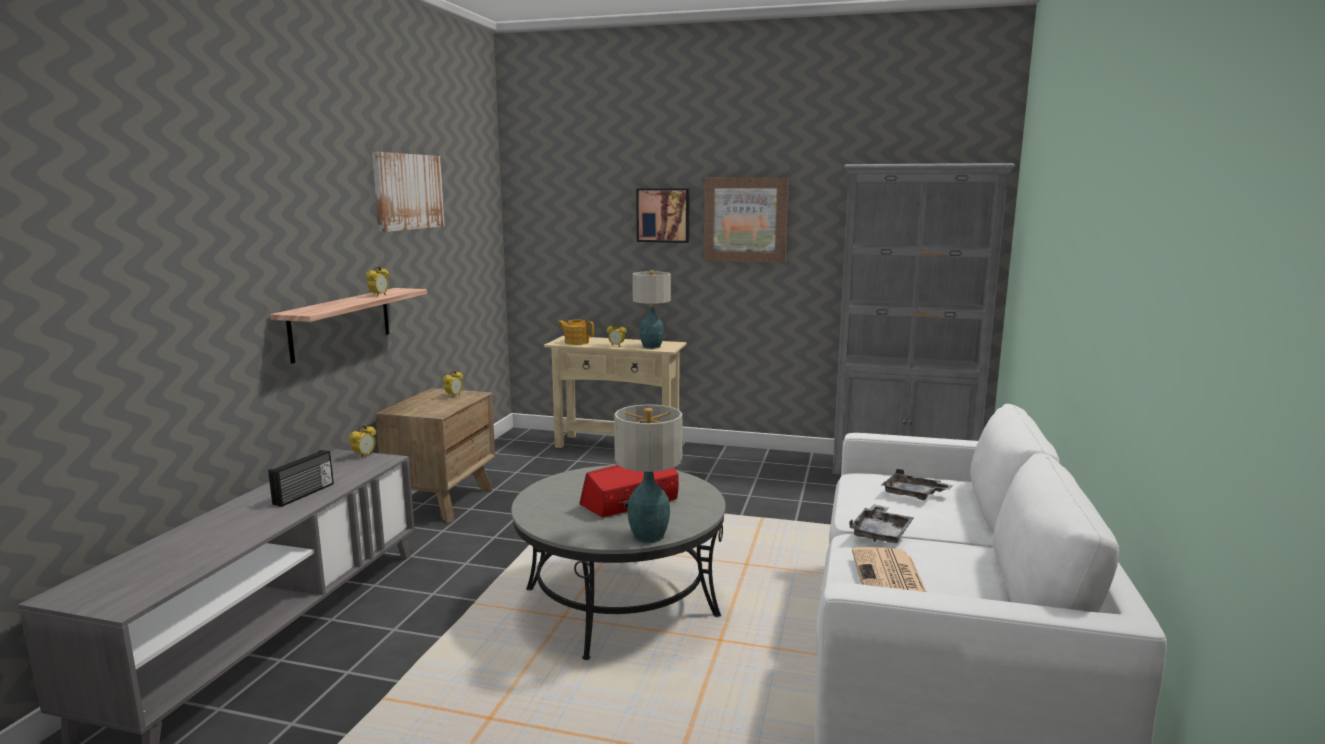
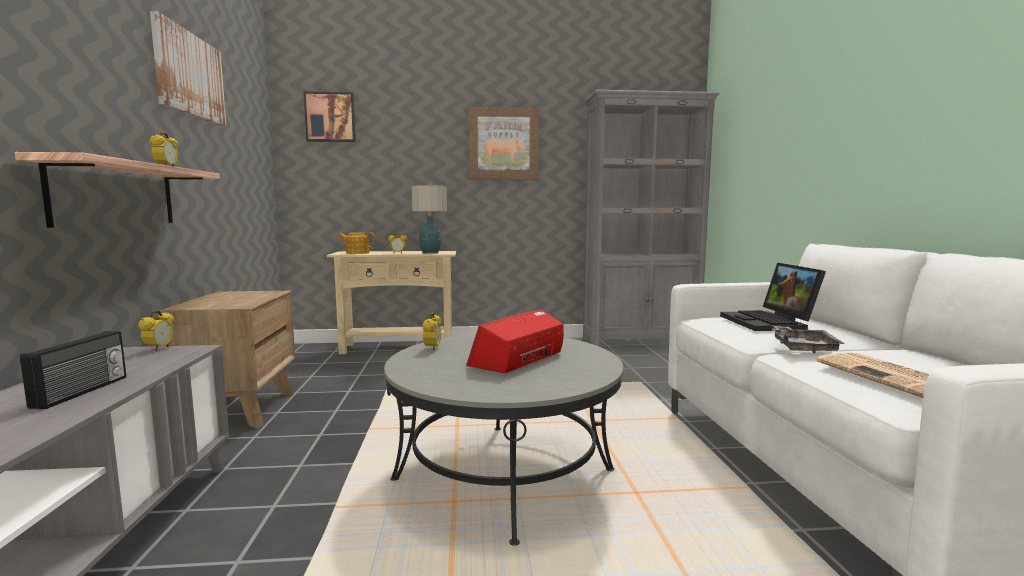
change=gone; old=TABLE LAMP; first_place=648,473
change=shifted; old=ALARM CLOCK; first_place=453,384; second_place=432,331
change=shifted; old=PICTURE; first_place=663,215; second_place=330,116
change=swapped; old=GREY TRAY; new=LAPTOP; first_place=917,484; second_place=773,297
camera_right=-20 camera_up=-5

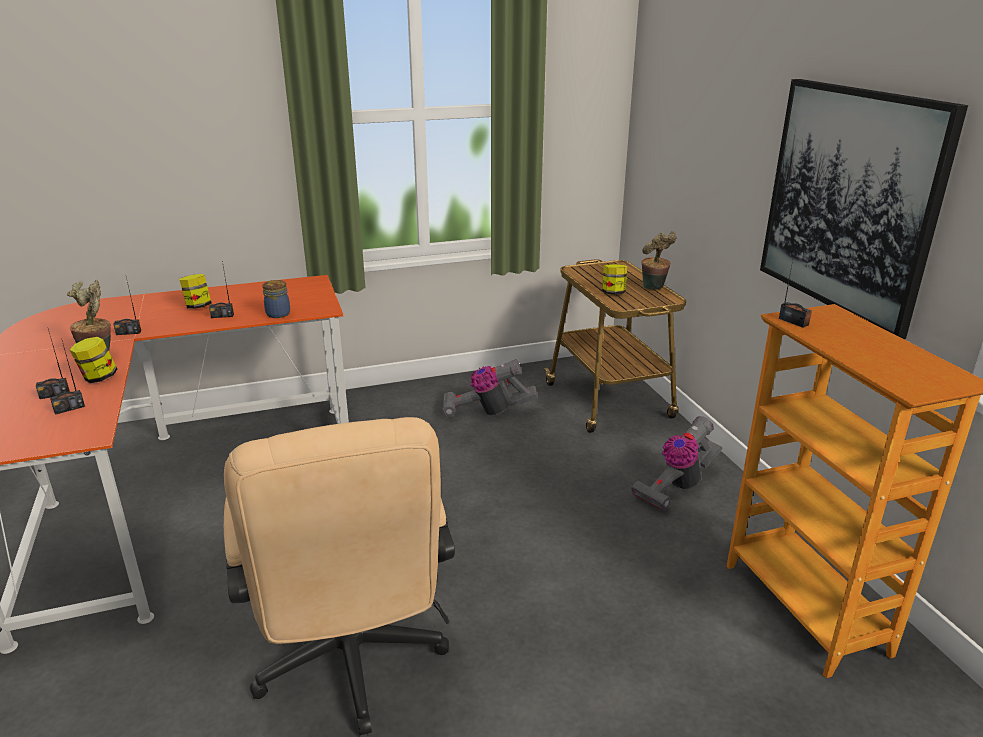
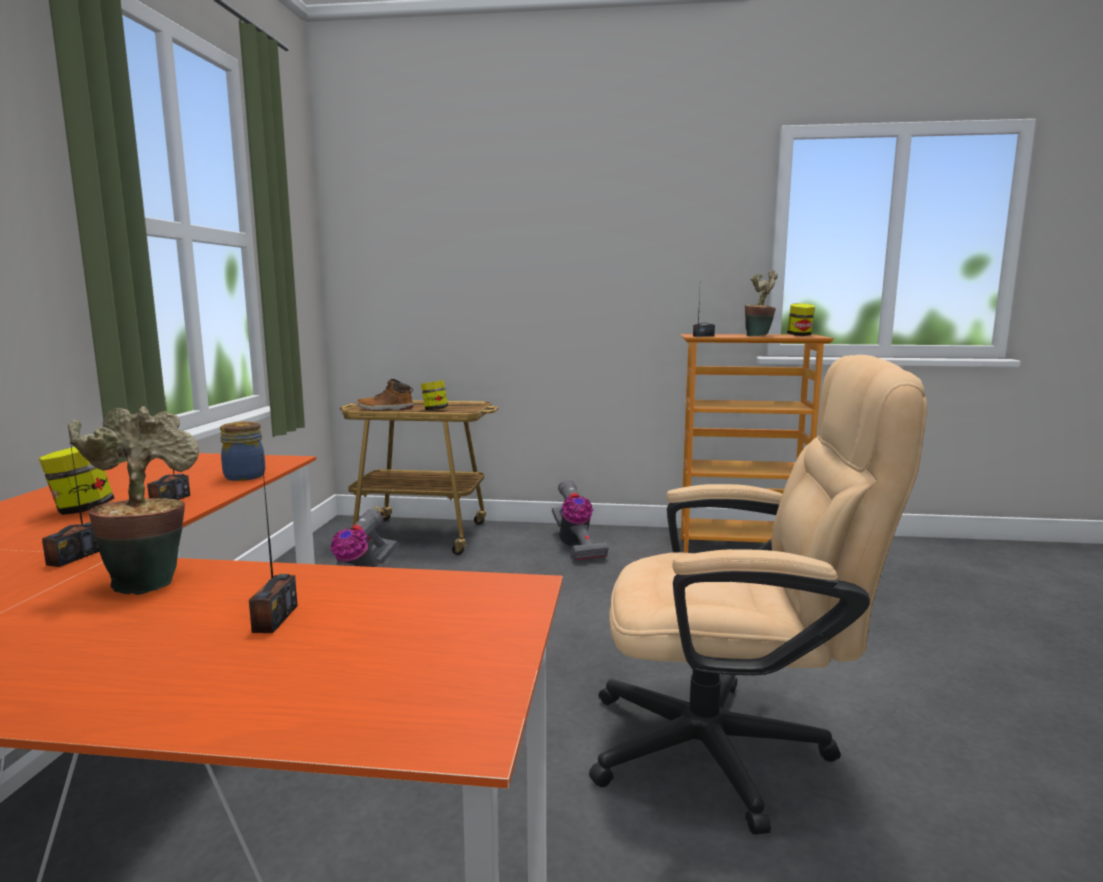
change=gone; old=RADIO; first_place=67,376
change=gone; old=PICTURE; first_place=864,209
change=new; new=BOOT; second_place=385,395
change=shifted; old=JAR; first_place=93,360; second_place=801,319
change=shifted; old=POTTED PLANT; first_place=659,260; second_place=761,303
camera_right=-65 camera_up=-15

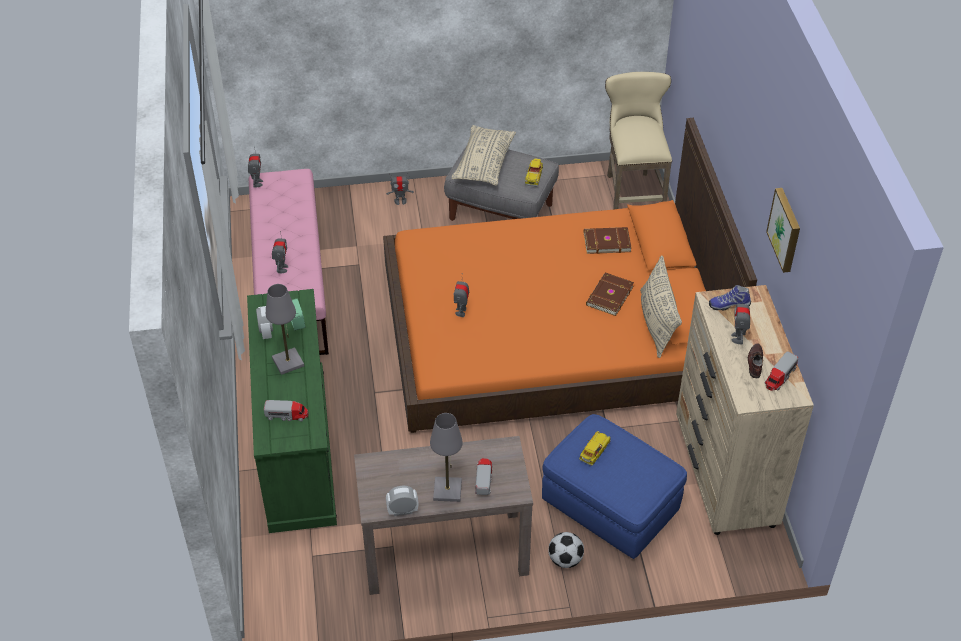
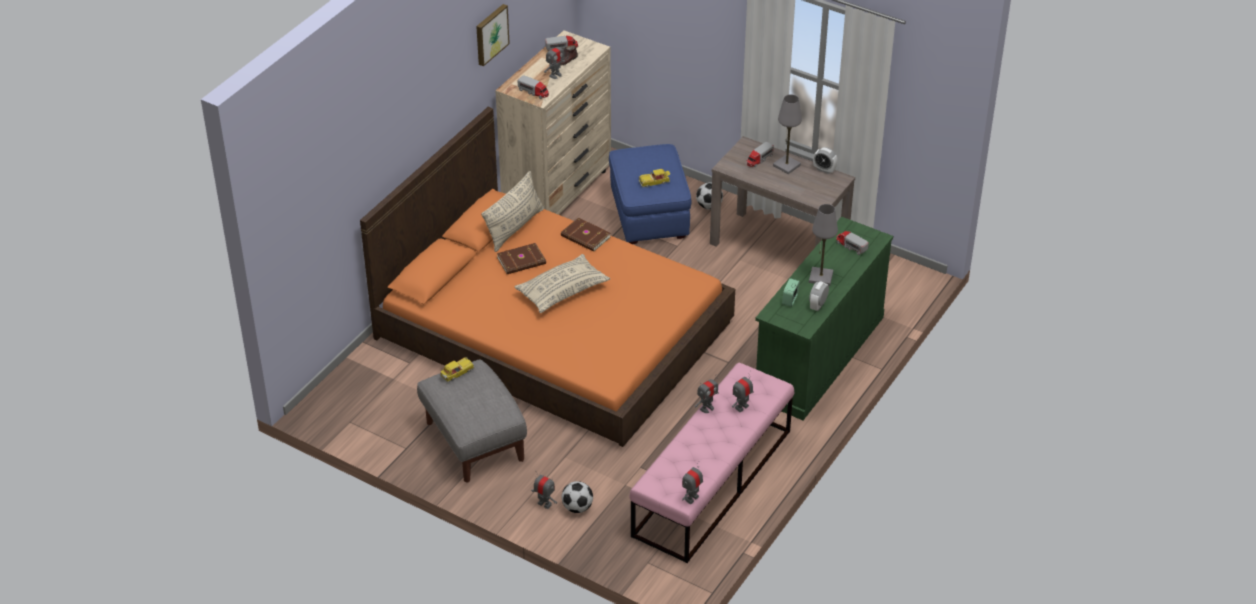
change=gone; old=BEIGE STOOL; first_place=638,141
change=new; new=FOOTBALL; second_place=577,497
change=shifted; old=BEIGE PILLOW; first_place=484,155; second_place=562,283
change=shifted; old=TOY ROBOT; first_place=461,295; second_place=707,393
change=shifted; old=BROWN BOOK; first_place=607,240; second_place=586,234
change=swapped; old=SHOE; new=TOY TRUCK; first_place=730,297; second_place=533,87
camera_right=-140 camera_up=-5

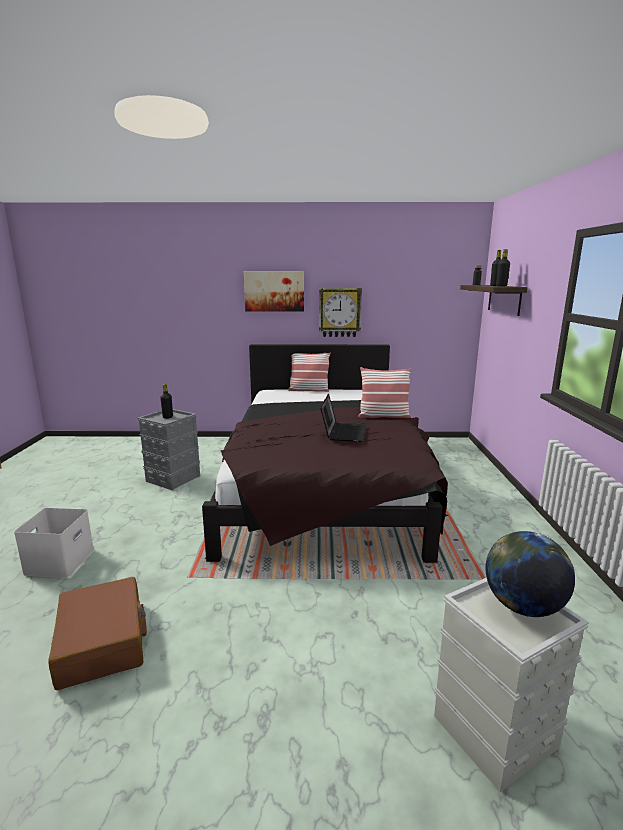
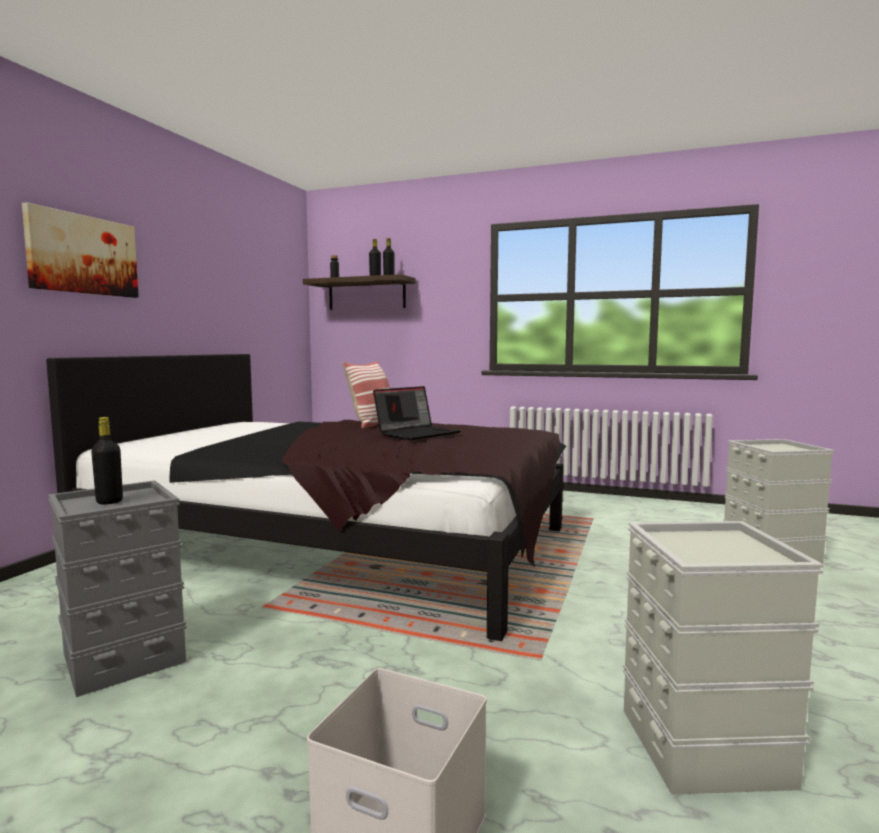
change=gone; old=PILLOW; first_place=309,372
change=gone; old=WALL CLOCK; first_place=340,312
change=gone; old=GLOBE; first_place=530,574
change=swapped; old=BROWN SUITCASE; new=GREY STORAGE BOX; first_place=97,633; second_place=723,657
change=rotated; old=LAPTOP; first_place=343,418; second_place=417,413; degrees=105
camera_right=-70 camera_up=-10

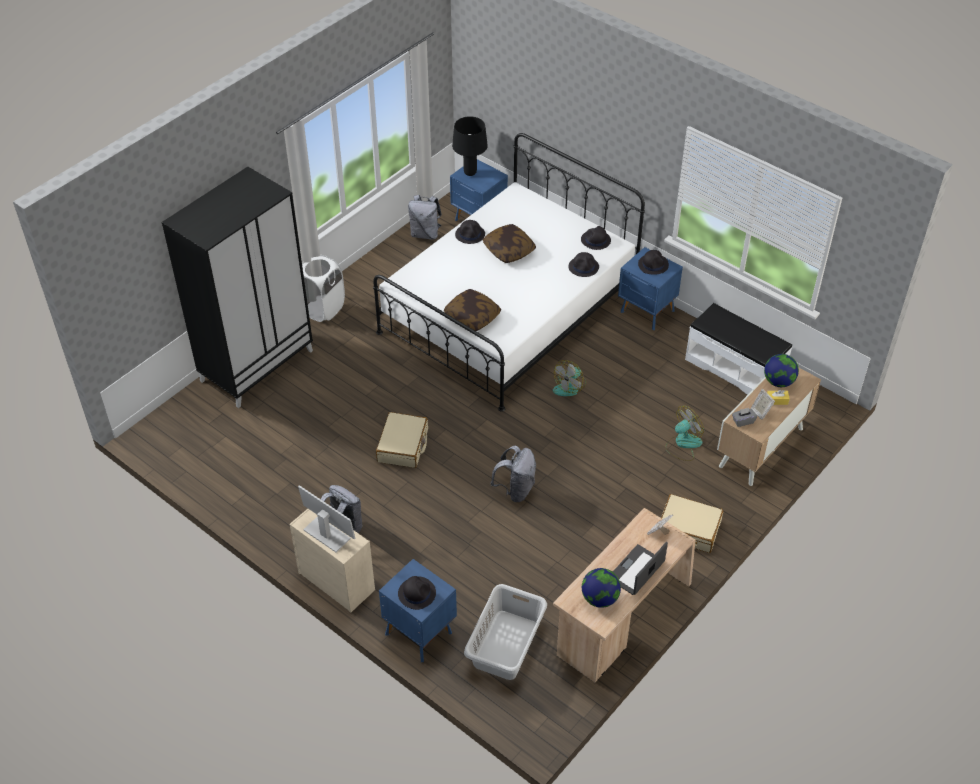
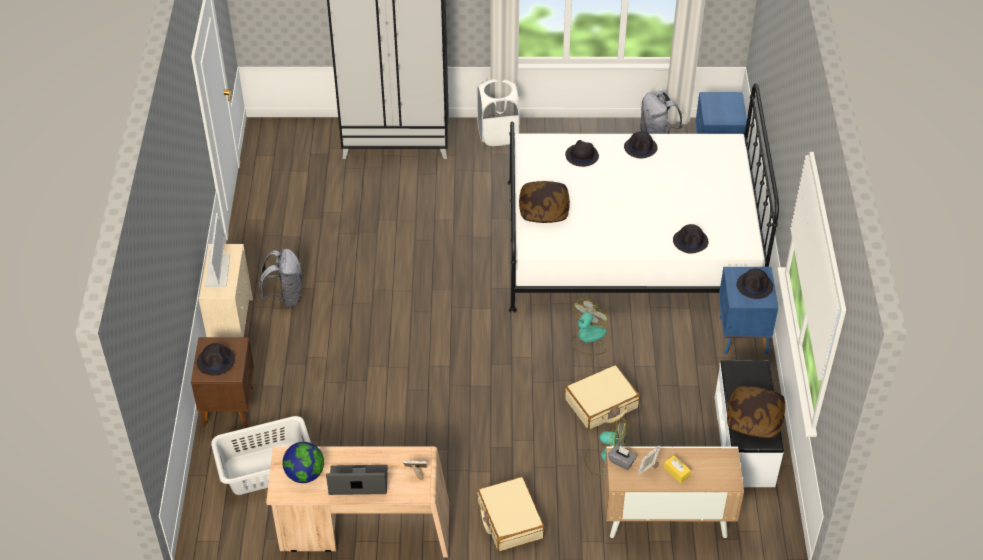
change=gone; old=BLACK TABLE LAMP; first_place=470,146
change=gone; old=GREY BACKPACK; first_place=513,474
change=gone; old=GLOBE; first_place=781,370
change=shifted; old=BEIGE SUITCASE; first_place=402,440; second_place=602,397
change=shifted; old=PILLOW; first_place=509,243; second_place=756,412
change=shifted; old=BLACK HAT; first_place=596,238; second_place=582,153
change=repainted; old=BLUE NIGHTSTAND; new=BROWN NIGHTSTAND; first_place=418,610; second_place=222,382
change=rotated; old=FAN; first_place=569,378; second_place=590,326; degrees=120
camera_right=50 camera_up=0

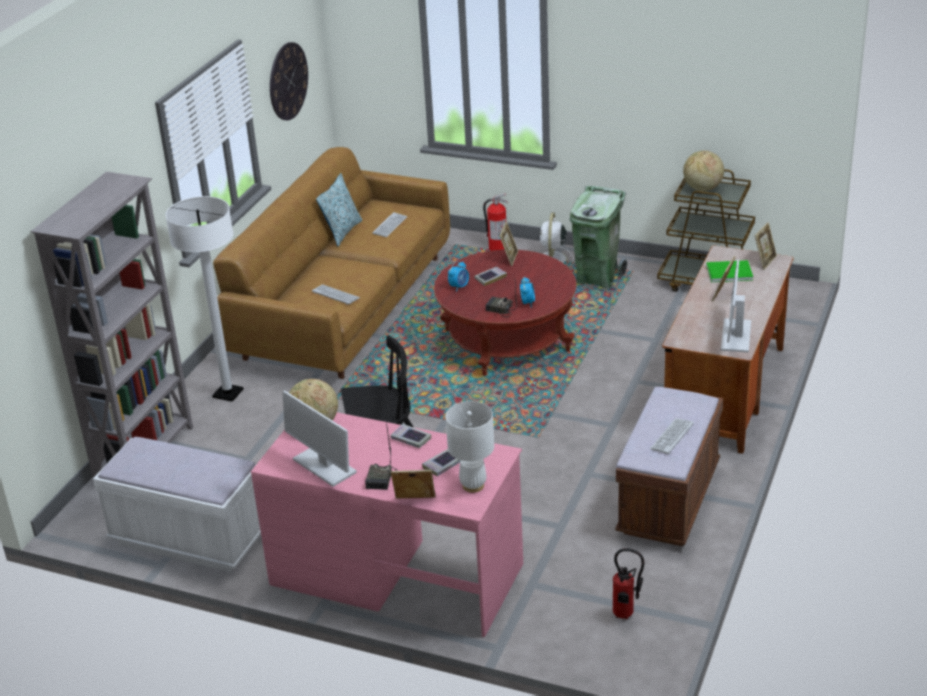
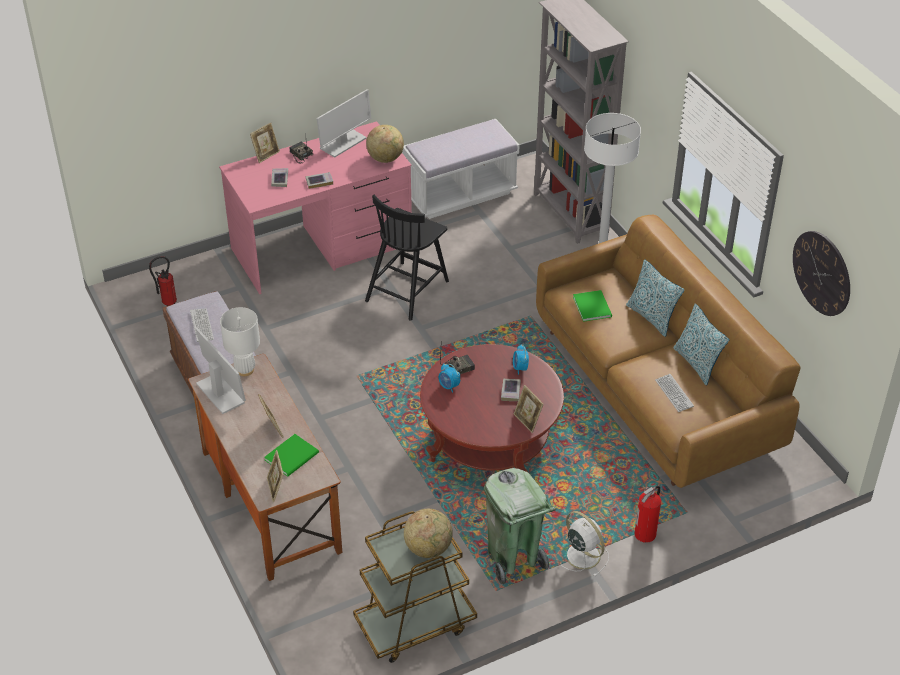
change=new; new=PILLOW; second_place=655,298
change=shifted; old=WHITE TABLE LAMP; first_place=470,447; second_place=240,341
change=swapped; old=KEYBOARD; new=GREEN BOOK; first_place=336,294; second_place=592,306
change=rotated; old=MONITOR; first_place=319,438; second_place=344,123; degrees=135
camera_right=130 camera_up=10

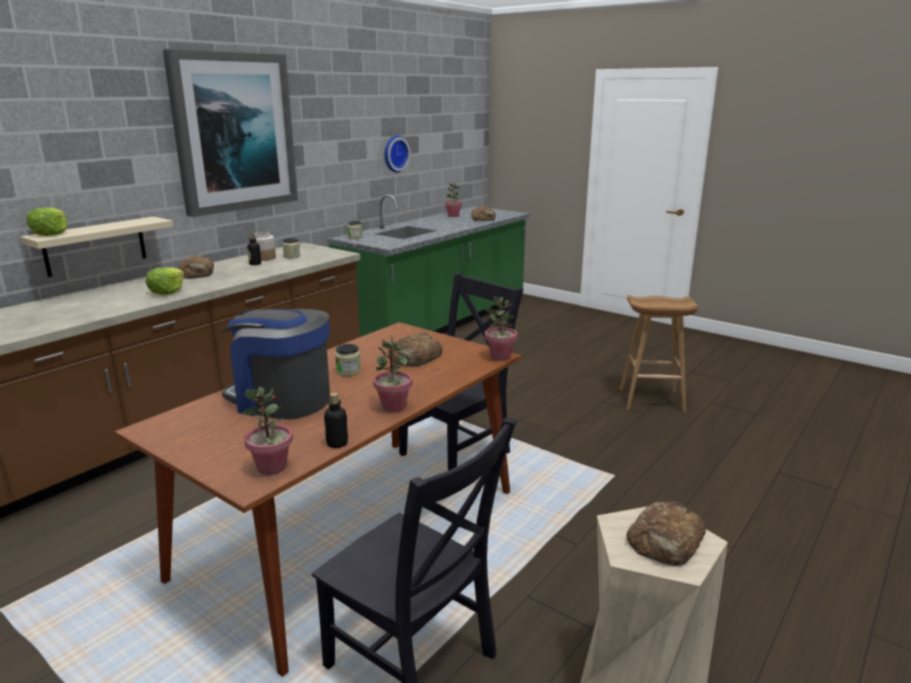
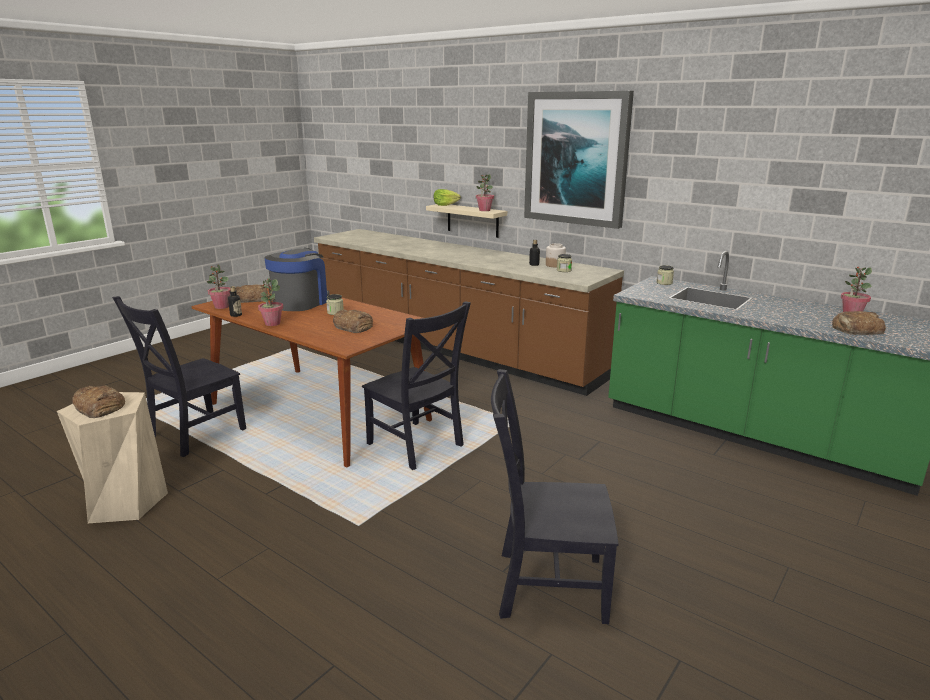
change=gone; old=LETTUCE; first_place=165,281
change=gone; old=WALL CLOCK; first_place=397,154
change=shifted; old=BREAD; first_place=195,267; second_place=252,294
change=shifted; old=POTTED PLANT; first_place=501,328; second_place=485,192
change=swapped; old=BROWN STOOL; new=BLACK CHAIR; first_place=659,353; second_place=555,496
camera_right=90 camera_up=0

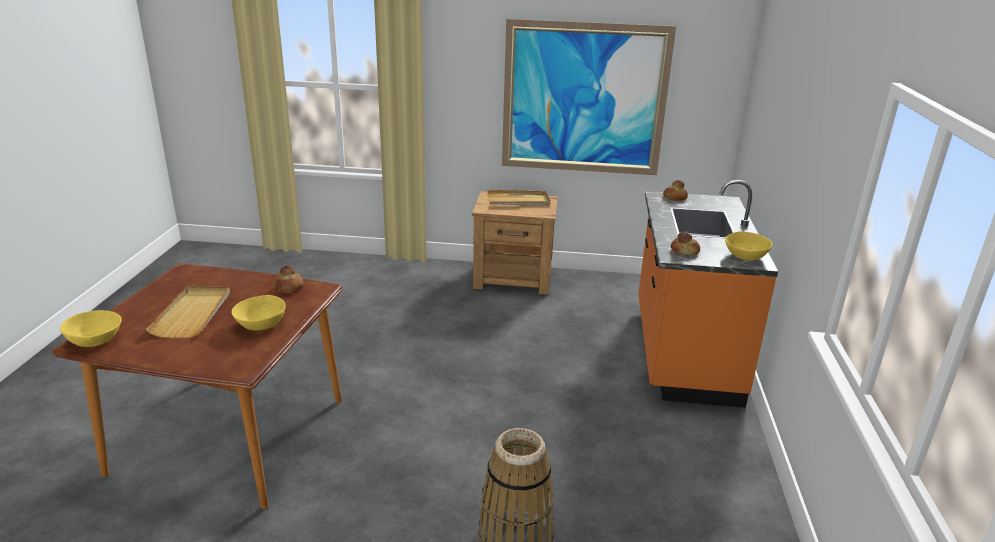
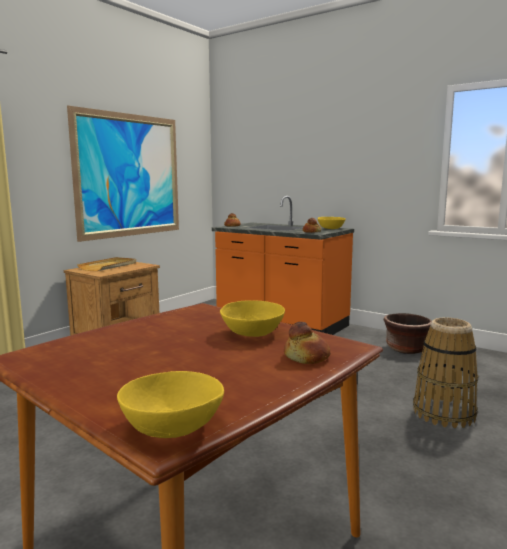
change=gone; old=BEIGE TRAY; first_place=188,312
change=new; new=BROWN PLANTER; second_place=408,333
change=shifted; old=BREAD; first_place=288,279; second_place=307,343
camera_right=-60 camera_up=-15

